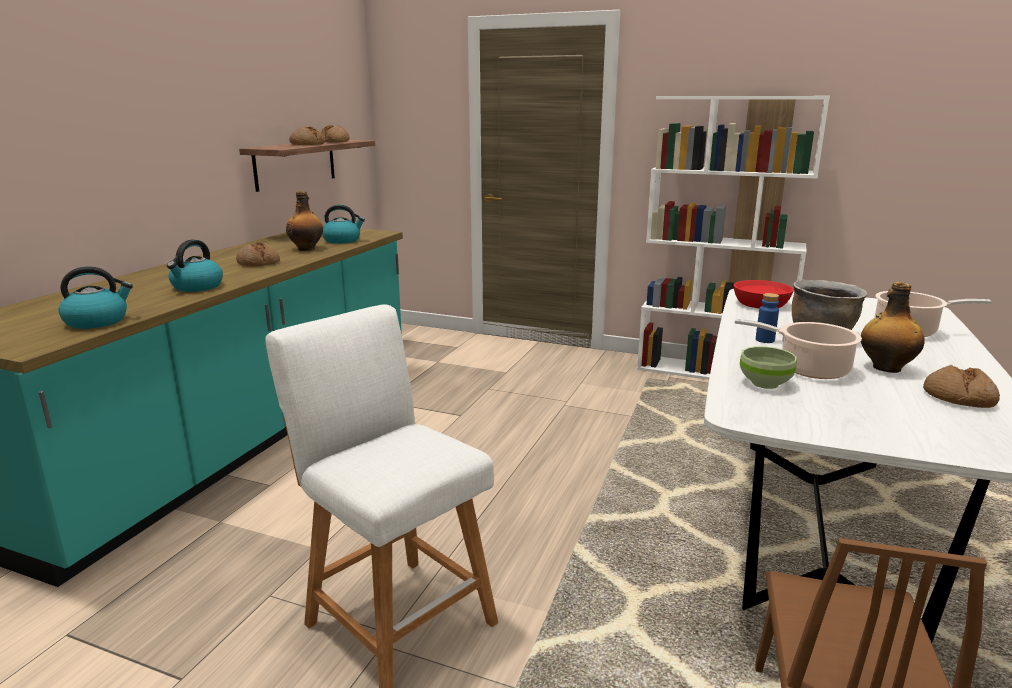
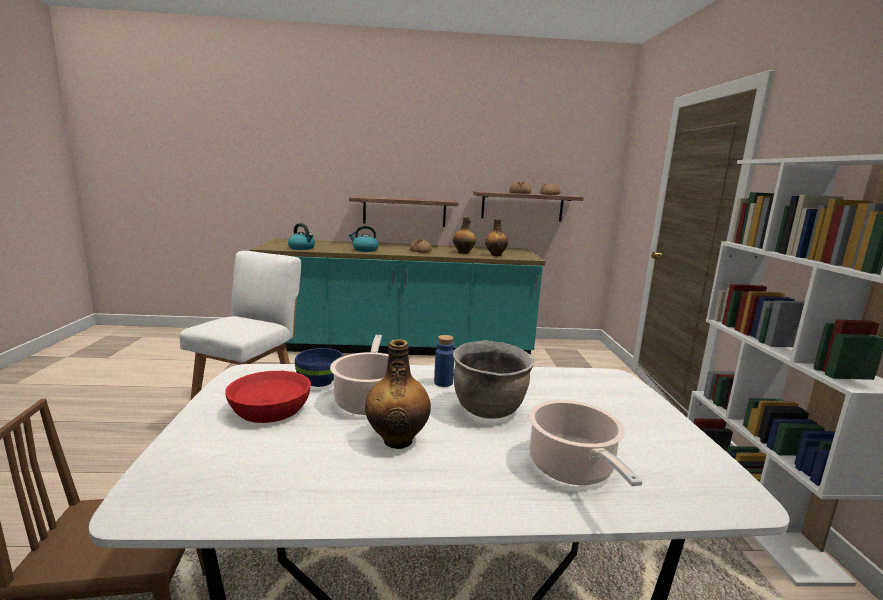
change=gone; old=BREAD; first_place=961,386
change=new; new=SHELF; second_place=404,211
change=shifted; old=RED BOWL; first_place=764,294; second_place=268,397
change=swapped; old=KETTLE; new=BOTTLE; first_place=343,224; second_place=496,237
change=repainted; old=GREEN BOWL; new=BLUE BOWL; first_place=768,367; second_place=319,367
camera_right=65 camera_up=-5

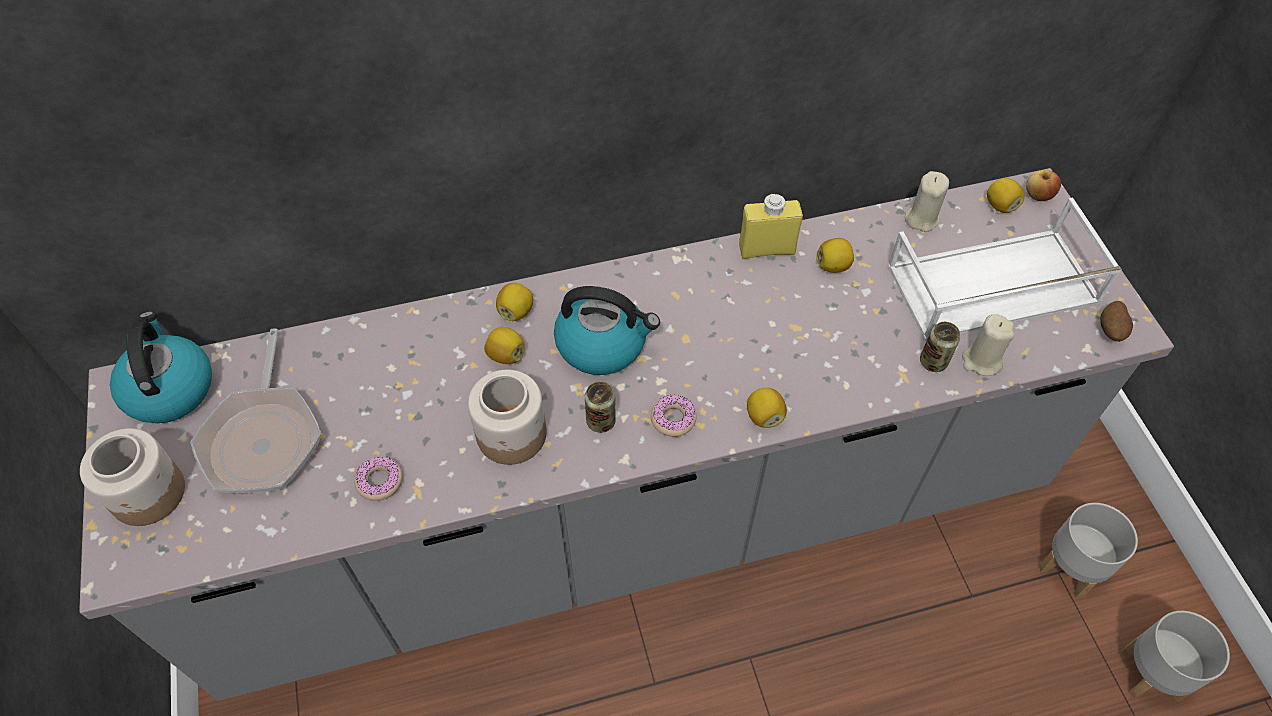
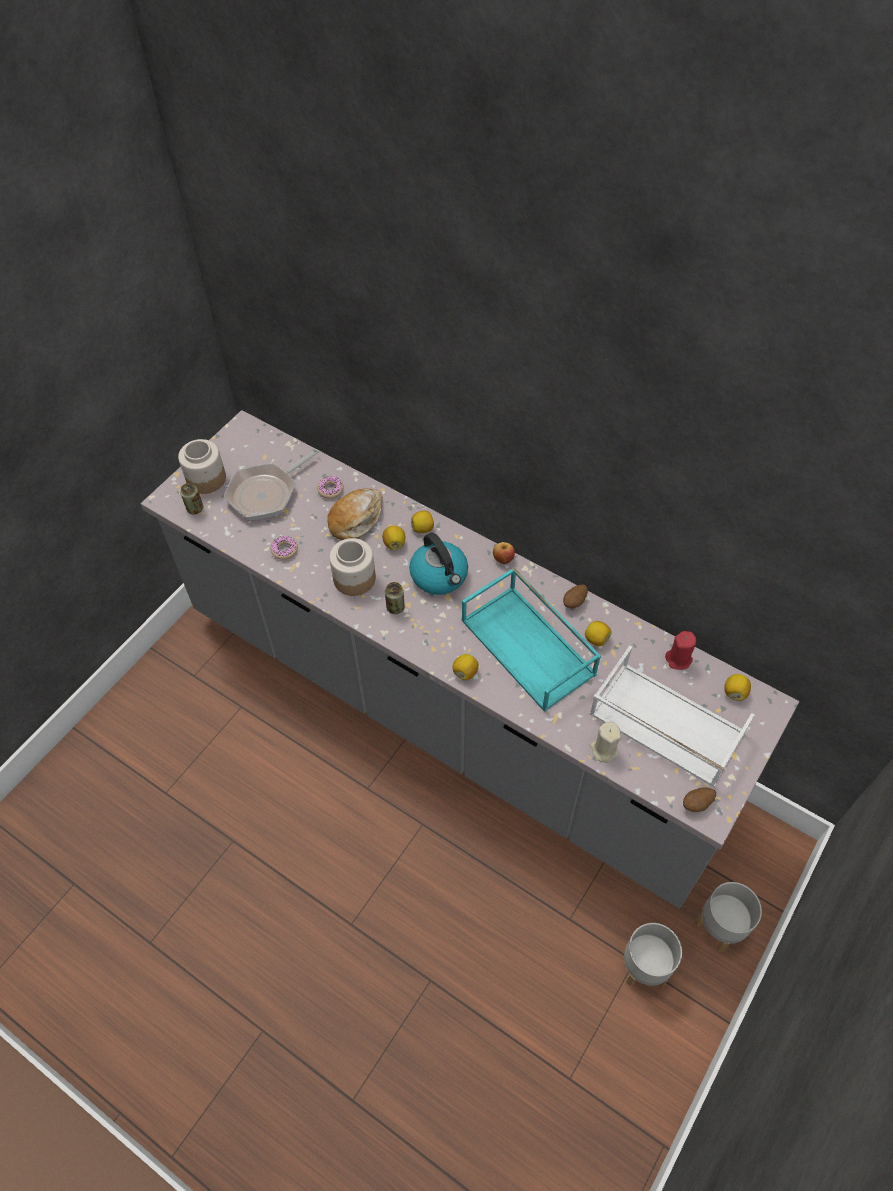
change=gone; old=KETTLE; first_place=161,367
change=new; new=BREAD; second_place=355,514
change=new; new=TURQUOISE TRAY; second_place=531,639
change=shifted; old=DONUT; first_place=674,416; second_place=330,487
change=shifted; old=CAN; first_place=940,347; second_place=191,498
change=shifted; old=APPLE; first_place=1043,185; second_place=504,553
change=shifted; old=GREY PLANTER; first_place=1175,656; second_place=729,917
change=swapped; old=YELLOW BOTTLE; new=POTATO; first_place=771,226; second_place=575,596
change=repainted; old=BEIGE CANDLE; new=RED CANDLE; first_place=927,201; second_place=680,650
camera_right=50 camera_up=0

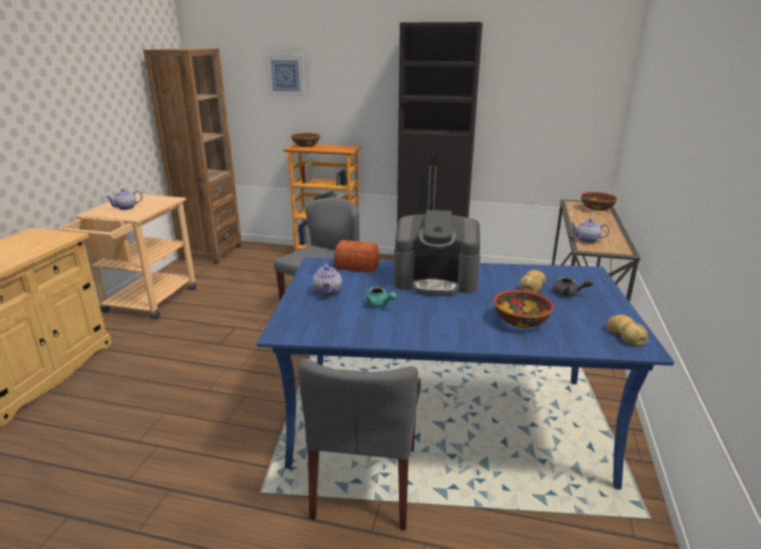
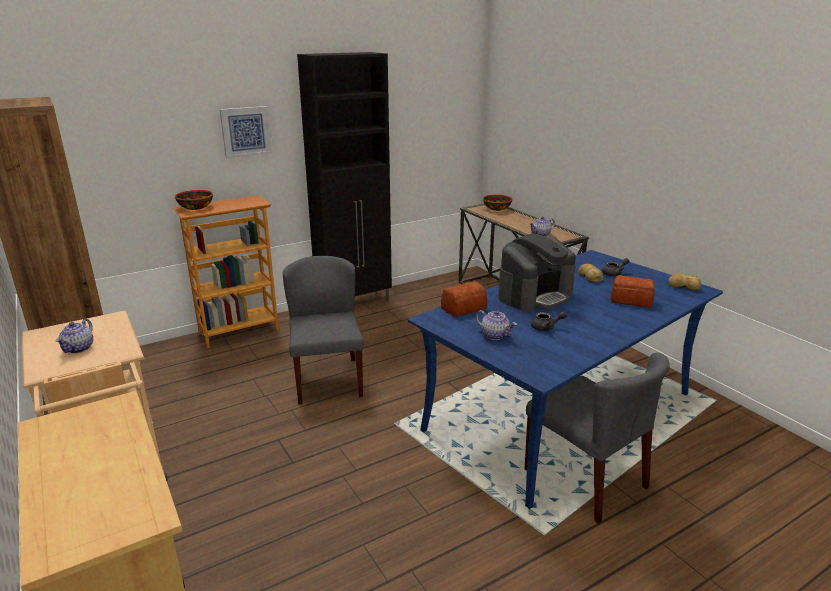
change=shifted; old=PICTURE; first_place=285,75; second_place=246,132
change=swapped; old=BOWL; new=BREAD; first_place=523,309; second_place=632,291
change=repainted; old=TURQUOISE TEAPOT; new=GREY TEAPOT; first_place=381,296; second_place=549,321
camera_right=-45 camera_up=0

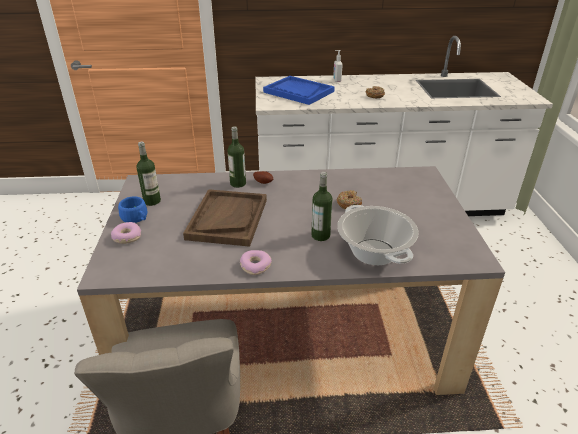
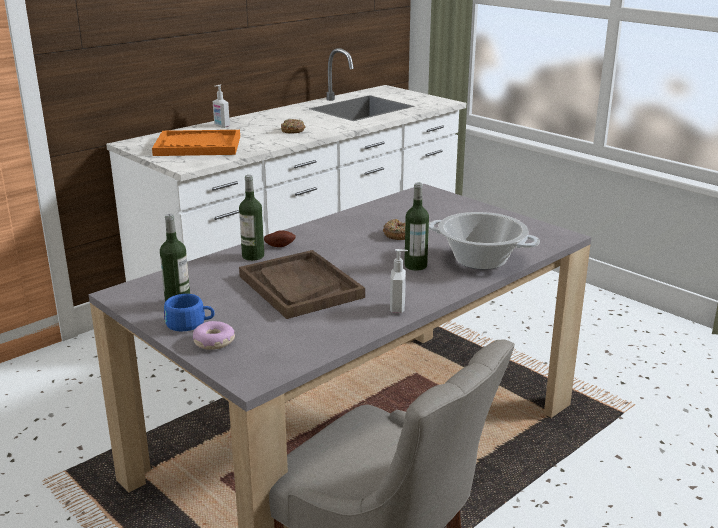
change=swapped; old=DONUT; new=SOAP DISPENSER; first_place=256,262; second_place=399,281
change=repainted; old=BLUE TRAY; new=ORANGE TRAY; first_place=299,90; second_place=196,143
camera_right=-40 camera_up=-10

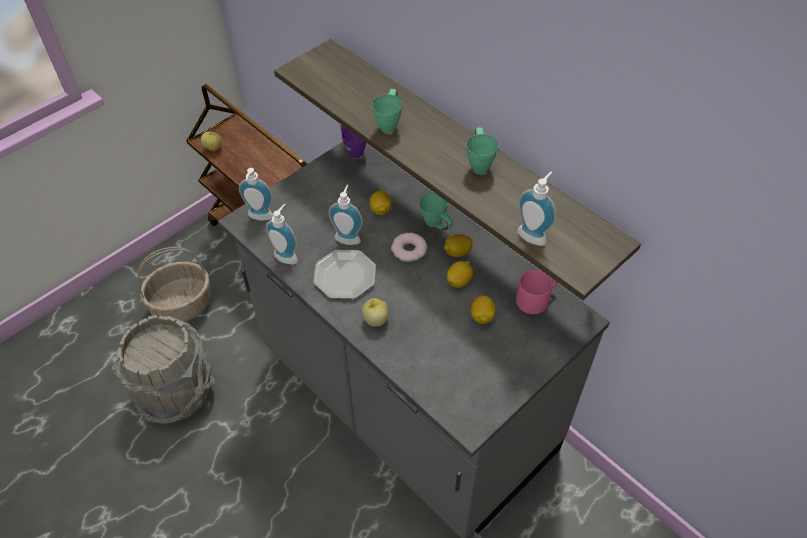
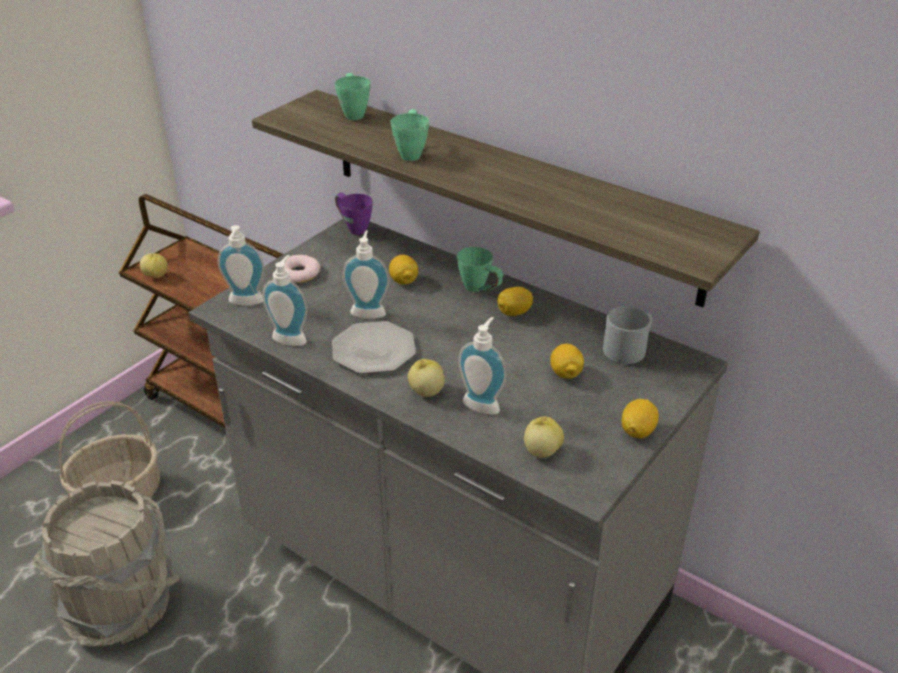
change=new; new=APPLE; second_place=544,437
change=shifted; old=DONUT; first_place=409,247; second_place=300,269
change=shifted; old=LEMON; first_place=460,274; second_place=640,418
change=shifted; old=GREEN MUG; first_place=482,150; second_place=353,96
change=shifted; old=SOAP DISPENSER; first_place=536,209; second_place=482,366
change=repainted; old=PINK MUG; new=GREY MUG; first_place=536,292; second_place=627,335
camera_right=-10 camera_up=-15

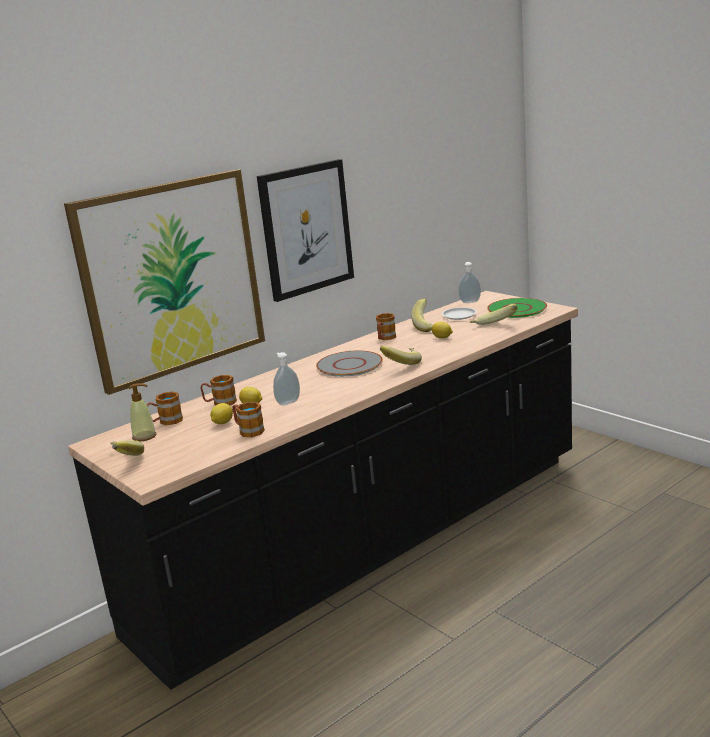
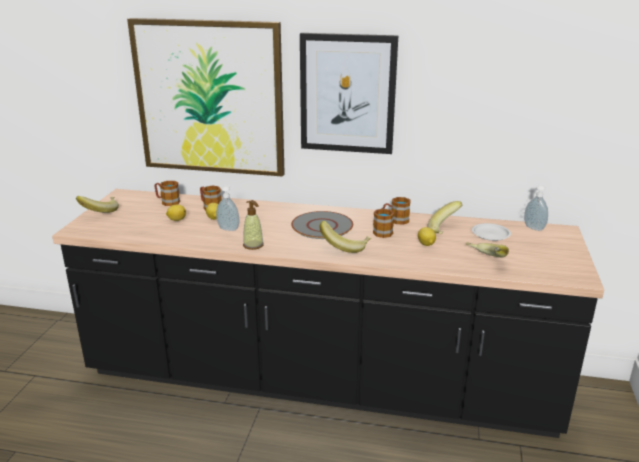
change=gone; old=GREEN PLATE; first_place=517,308
change=shifted; old=SOAP DISPENSER; first_place=142,412; second_place=253,225
change=shifted; old=MUG; first_place=248,419; second_place=383,223
camera_right=50 camera_up=5

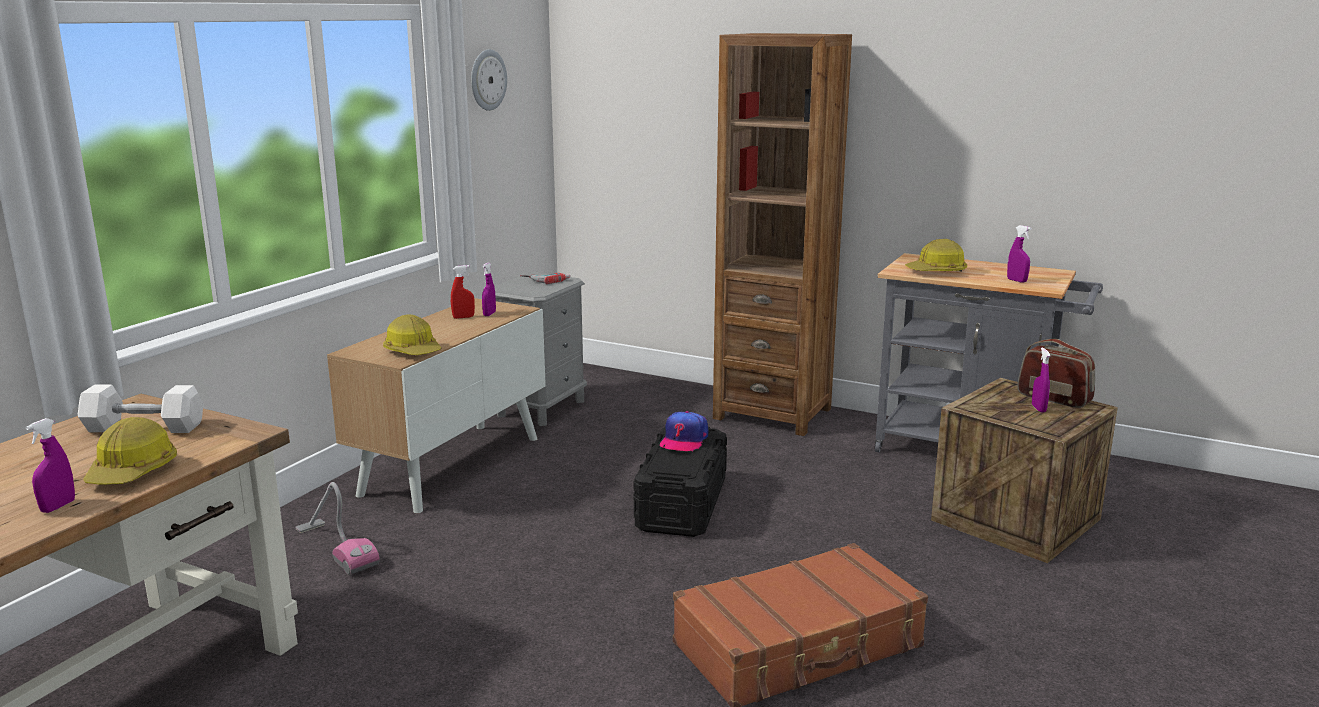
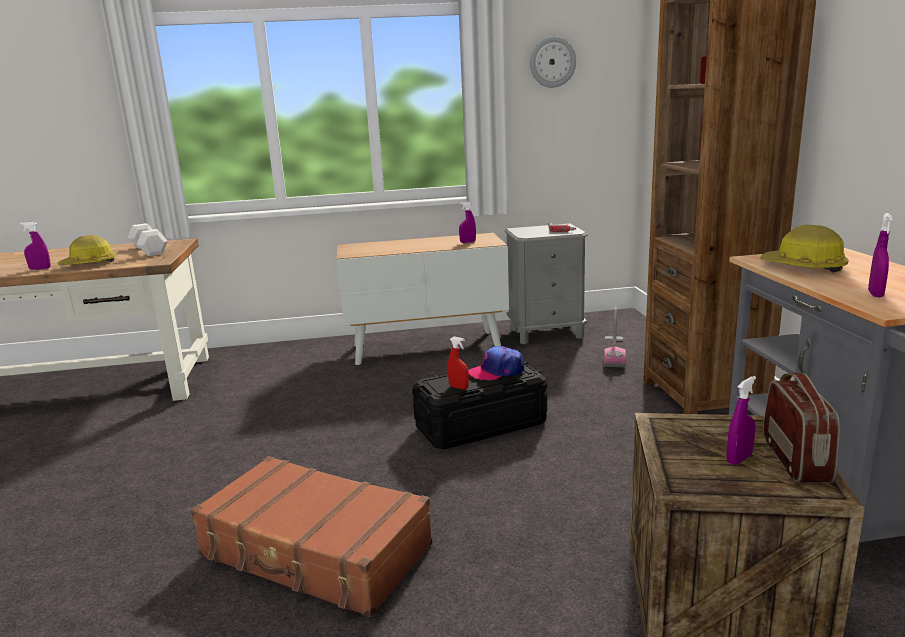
change=gone; old=HARD HAT; first_place=412,334
change=shifted; old=VACUUM CLEANER; first_place=337,528; second_place=615,337
change=shifted; old=RED SPRAY BOTTLE; first_place=463,292; second_place=458,363
camera_right=55 camera_up=0

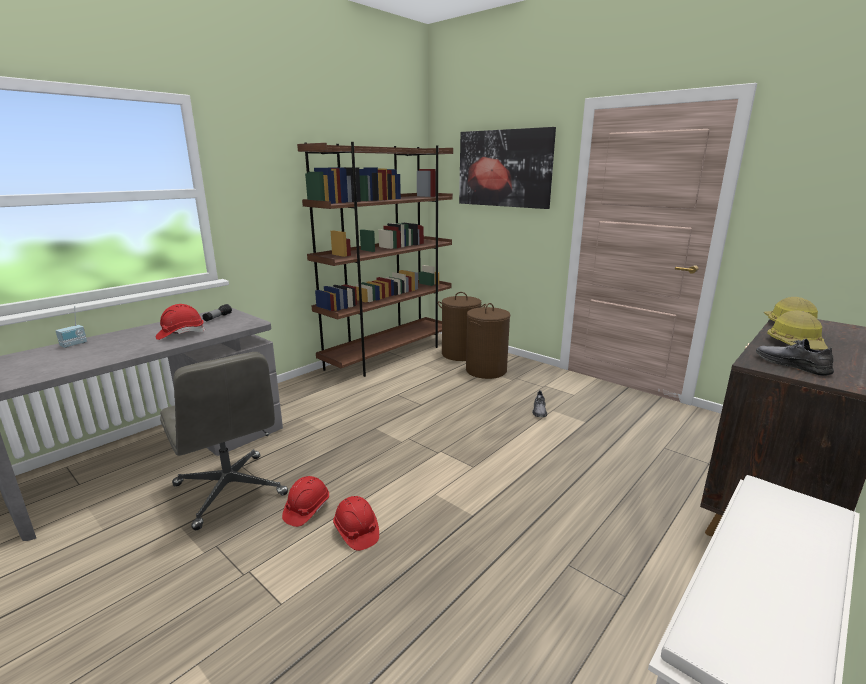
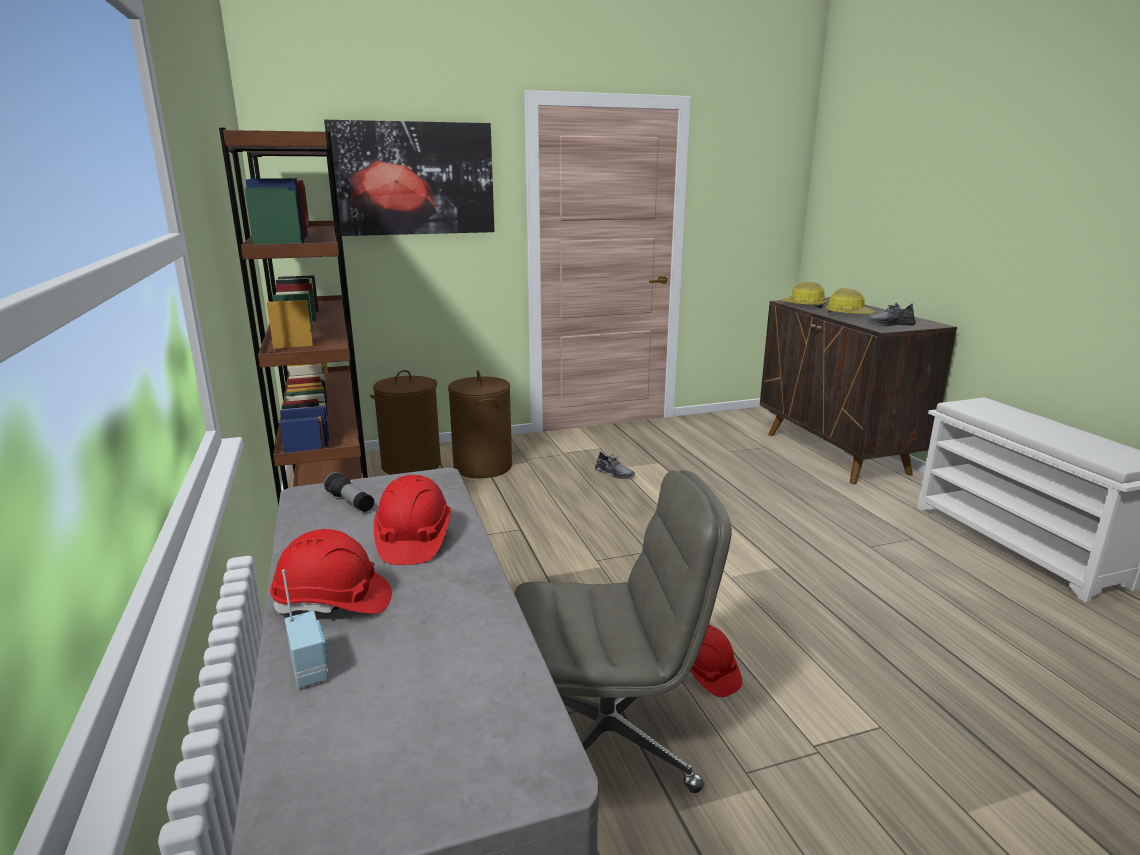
change=shifted; old=RED HARD HAT; first_place=356,523; second_place=331,571
camera_right=-60 camera_up=0

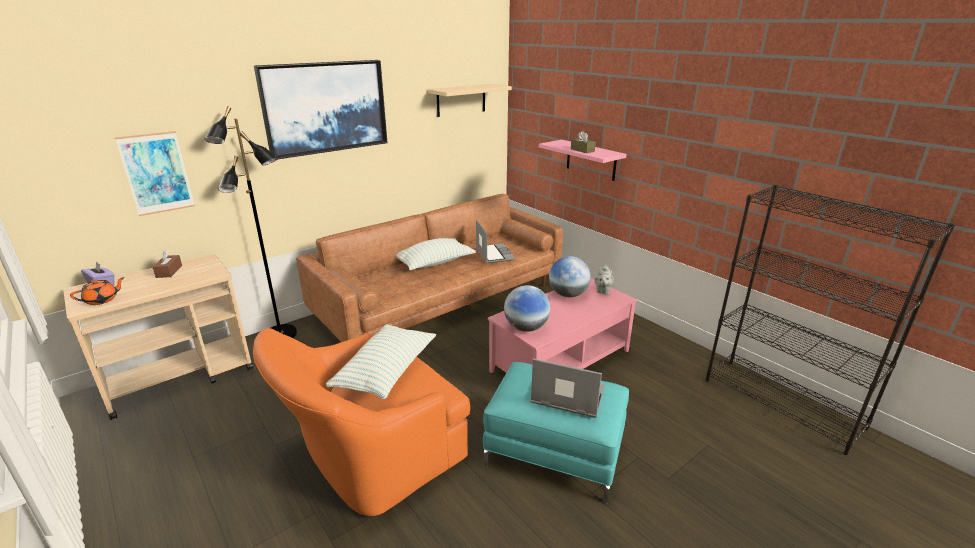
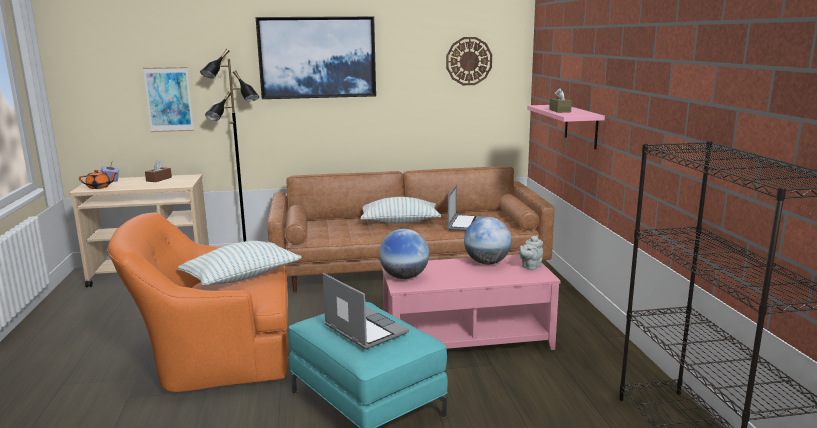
change=swapped; old=BEIGE SHELF; new=WALL CLOCK; first_place=470,100; second_place=469,61
camera_right=30 camera_up=-10

